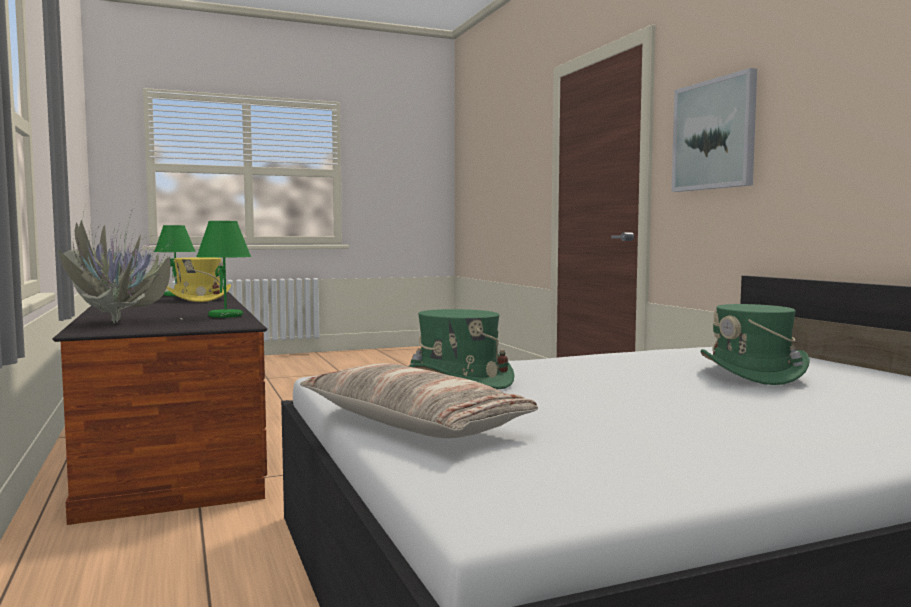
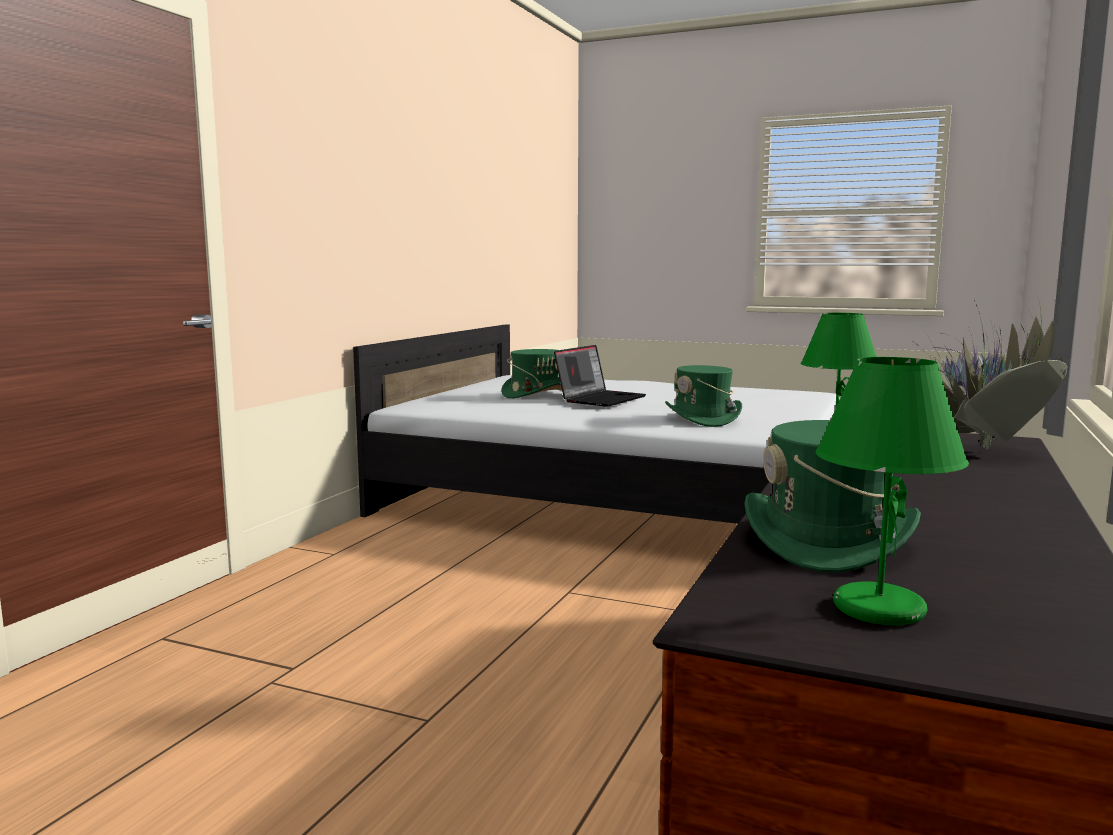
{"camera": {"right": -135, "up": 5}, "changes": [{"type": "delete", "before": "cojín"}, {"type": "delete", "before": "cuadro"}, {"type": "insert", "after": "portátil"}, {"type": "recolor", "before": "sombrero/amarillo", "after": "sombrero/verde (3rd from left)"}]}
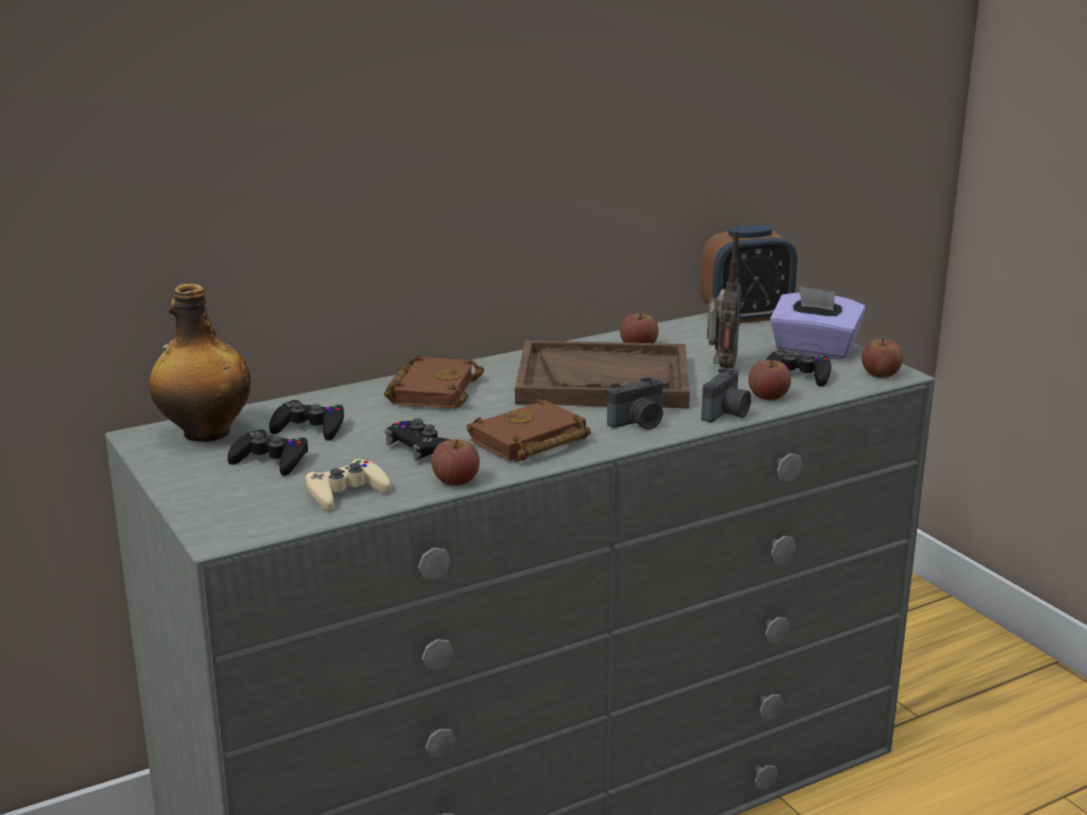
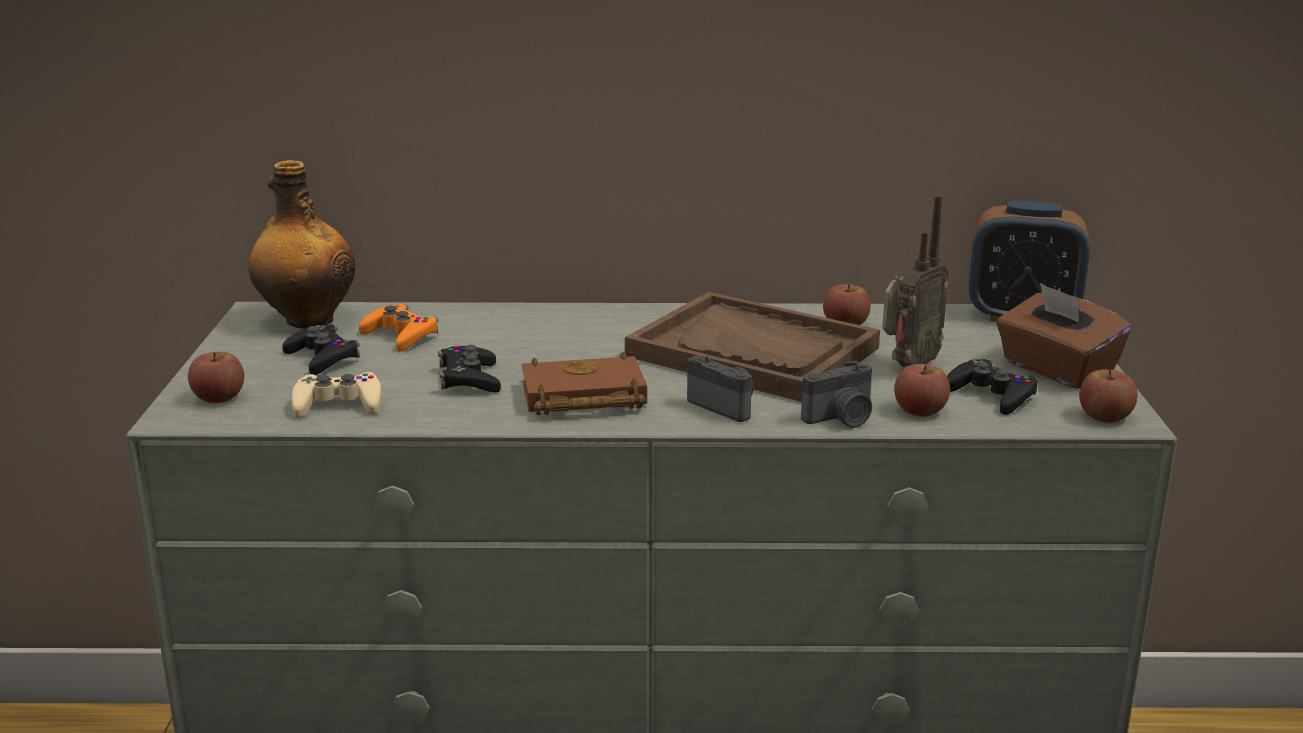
{"camera": {"right": 30, "up": 0}, "changes": [{"type": "delete", "before": "libro/marrón (1st from left)"}, {"type": "move", "before": "manzana (1st from left)"}, {"type": "recolor", "before": "mando de consola/negro (2nd from left)", "after": "mando de consola/naranja"}, {"type": "recolor", "before": "caja de pañuelos/morado", "after": "caja de pañuelos/marrón"}, {"type": "rotate", "before": "cámara (1st from left)", "turn": -135}]}
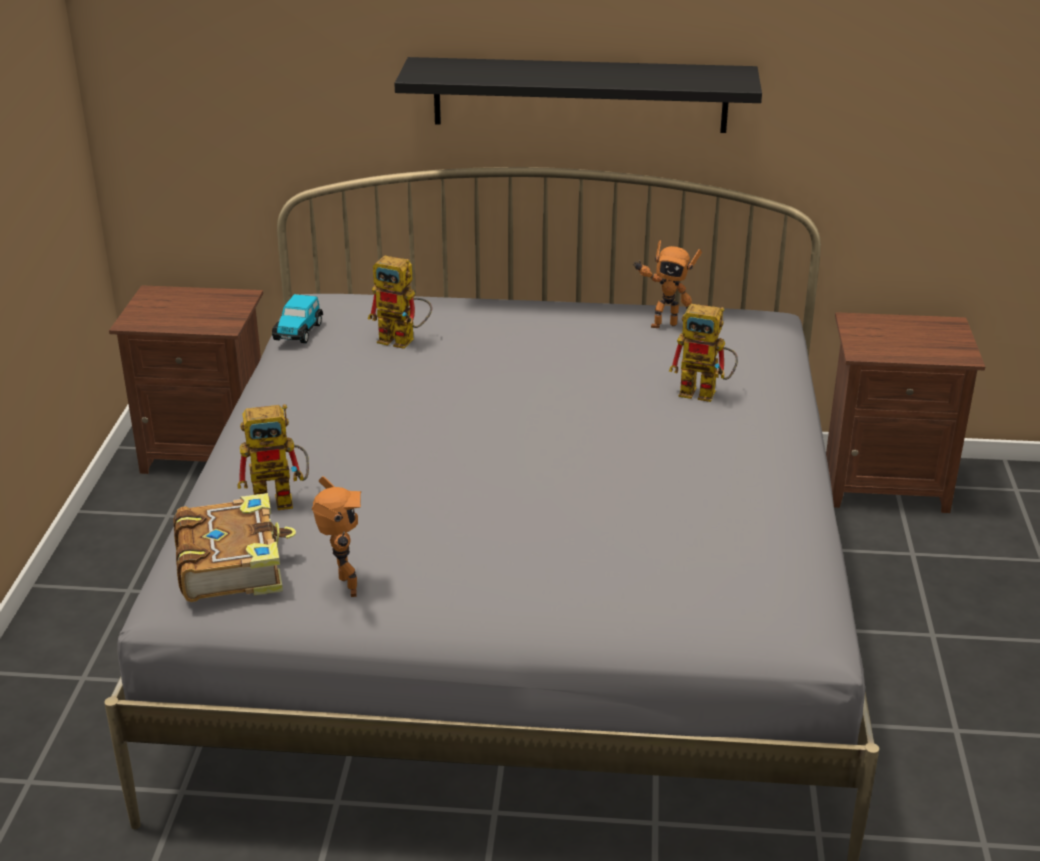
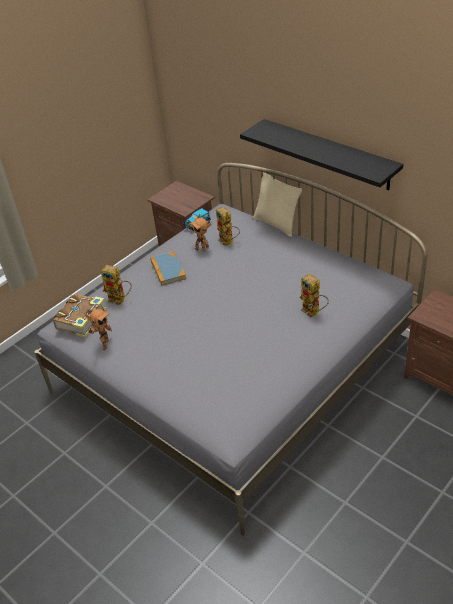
{"camera": {"right": 40, "up": 10}, "changes": [{"type": "insert", "after": "libro (2nd from left)"}, {"type": "insert", "after": "cojín/beis"}, {"type": "move", "before": "robot de juguete (4th from left in the first image)", "after": "robot de juguete (3rd from left)"}]}
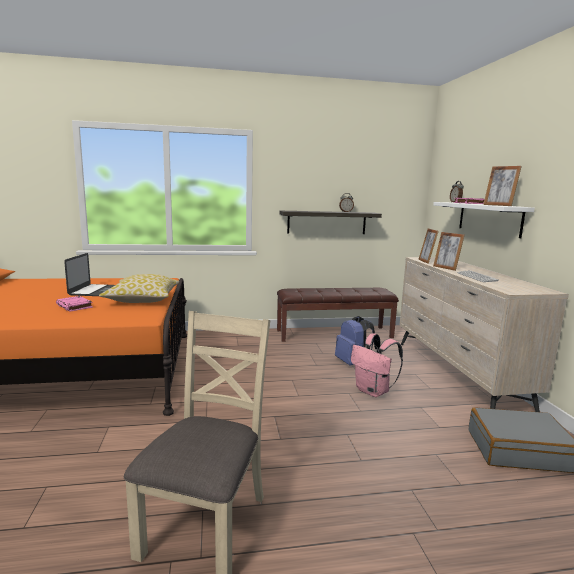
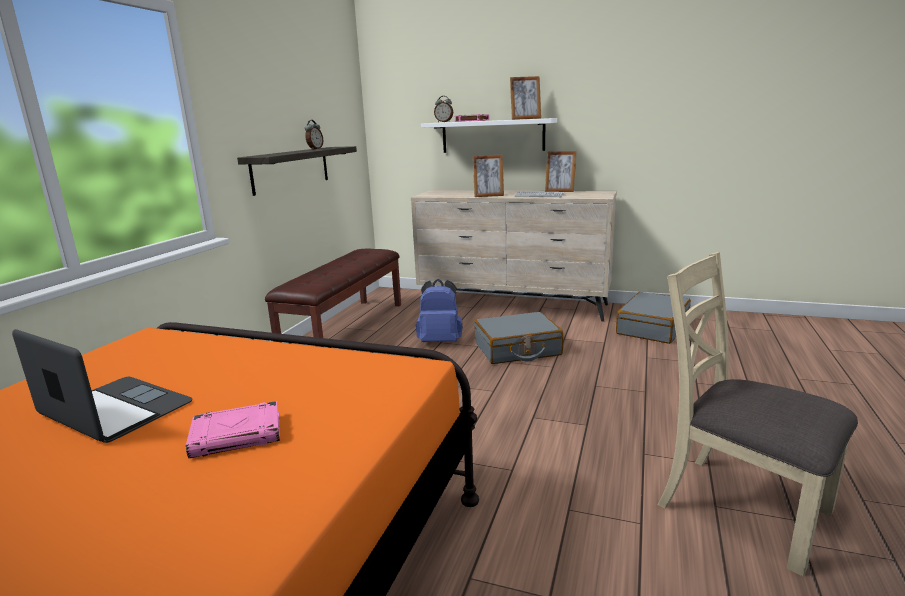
{"camera": {"right": -60, "up": 5}, "changes": [{"type": "delete", "before": "cojín"}, {"type": "move", "before": "portarretratos (1st from left in the first image)", "after": "portarretratos (3rd from left)"}, {"type": "replace", "before": "mochila/rosa", "after": "maleta/gris (1st from left)"}]}
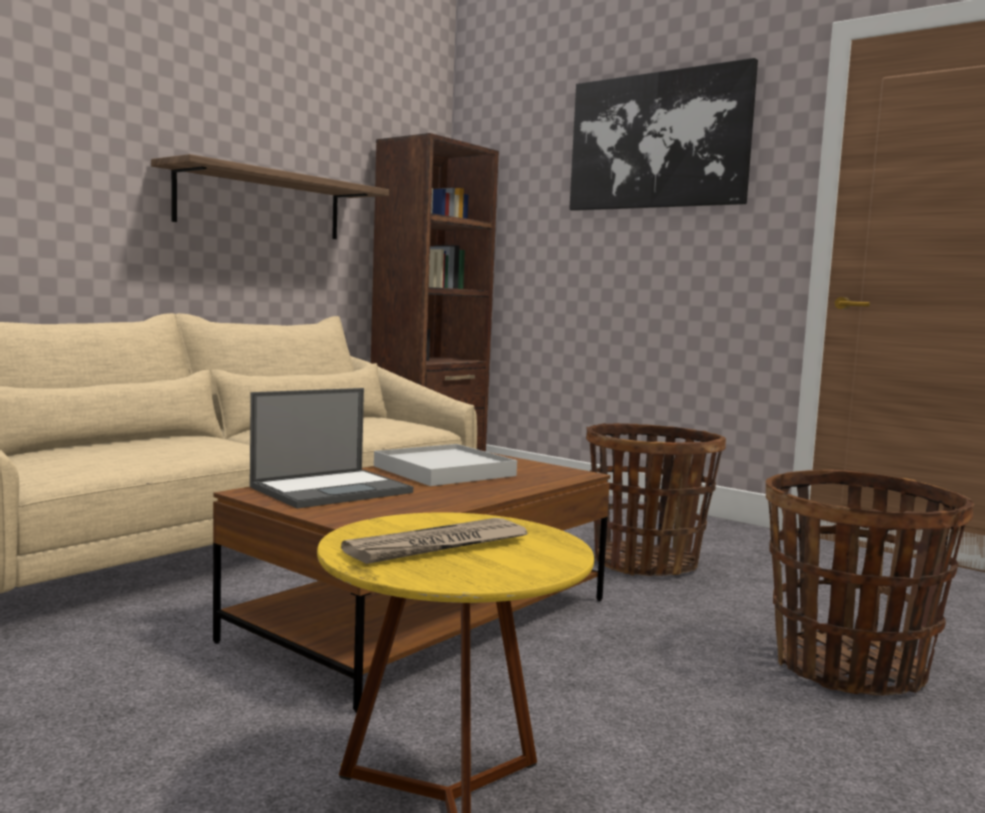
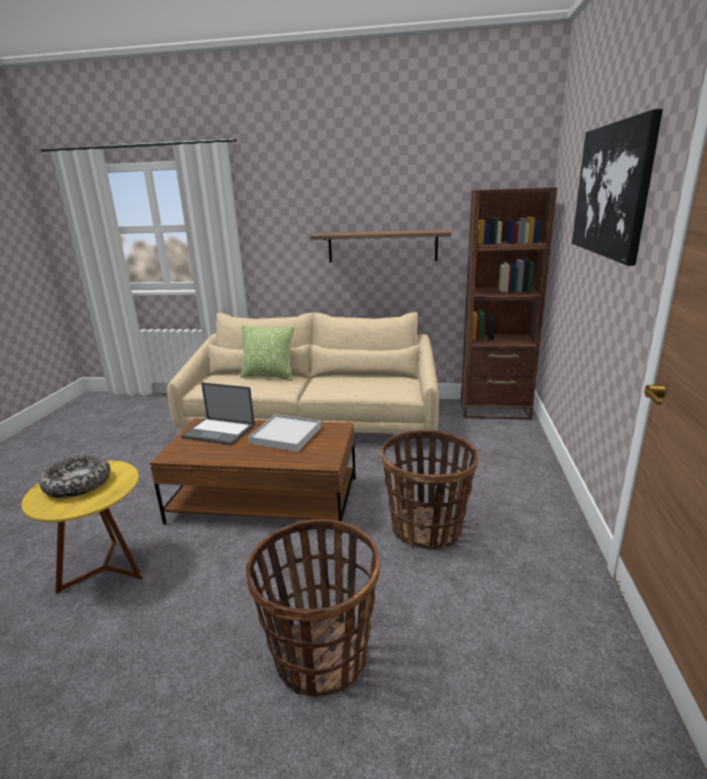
{"camera": {"right": 60, "up": 15}, "changes": [{"type": "insert", "after": "cojín"}, {"type": "replace", "before": "periódico", "after": "cuenco"}]}
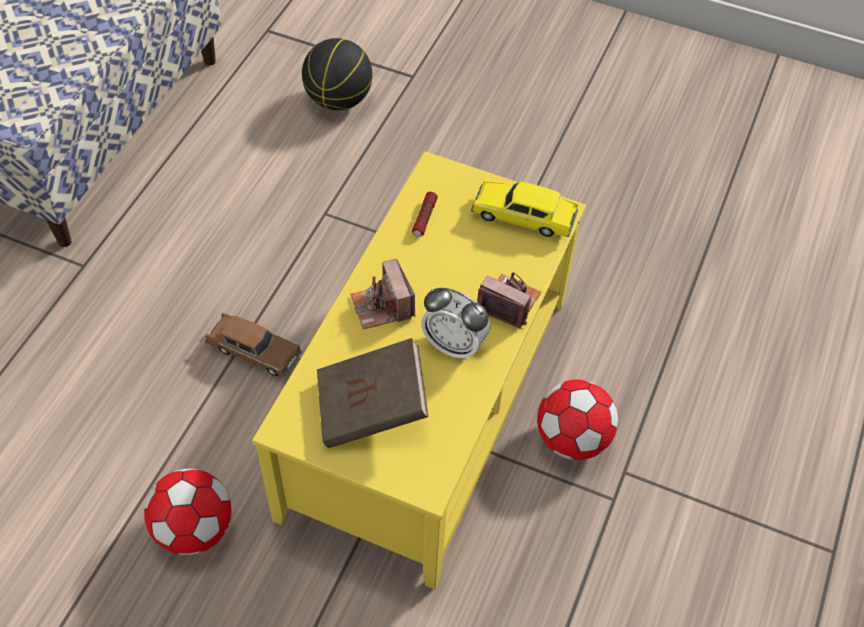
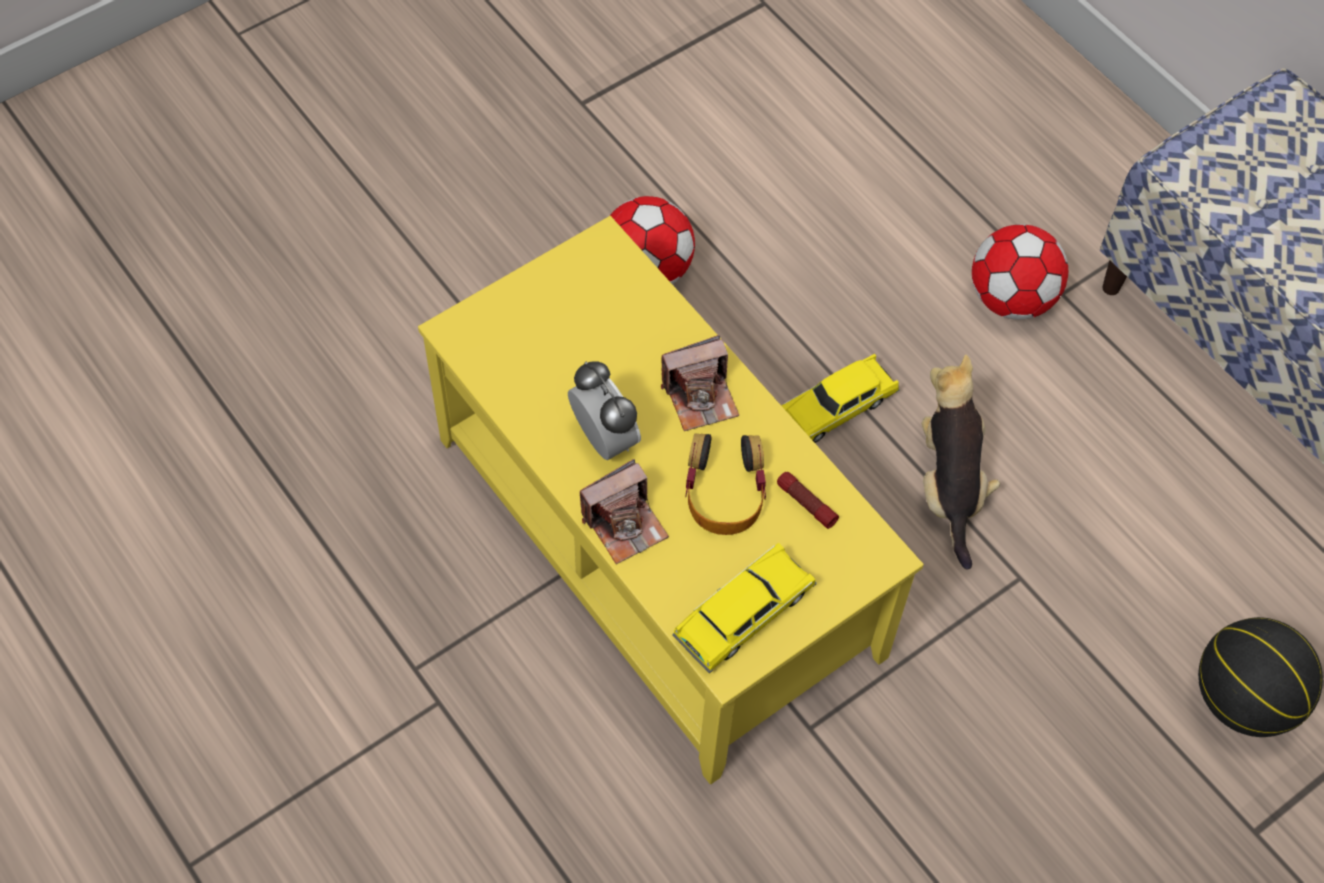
{"camera": {"right": 120, "up": 5}, "changes": [{"type": "delete", "before": "libro/marrón"}, {"type": "insert", "after": "auriculares"}, {"type": "insert", "after": "peluche"}, {"type": "move", "before": "balón de fútbol (2nd from left)"}, {"type": "recolor", "before": "coche de juguete/marrón", "after": "coche de juguete/amarillo (2nd from left)"}, {"type": "rotate", "before": "cámara (1st from left in the first image)", "turn": 150}, {"type": "rotate", "before": "despertador", "turn": 90}]}
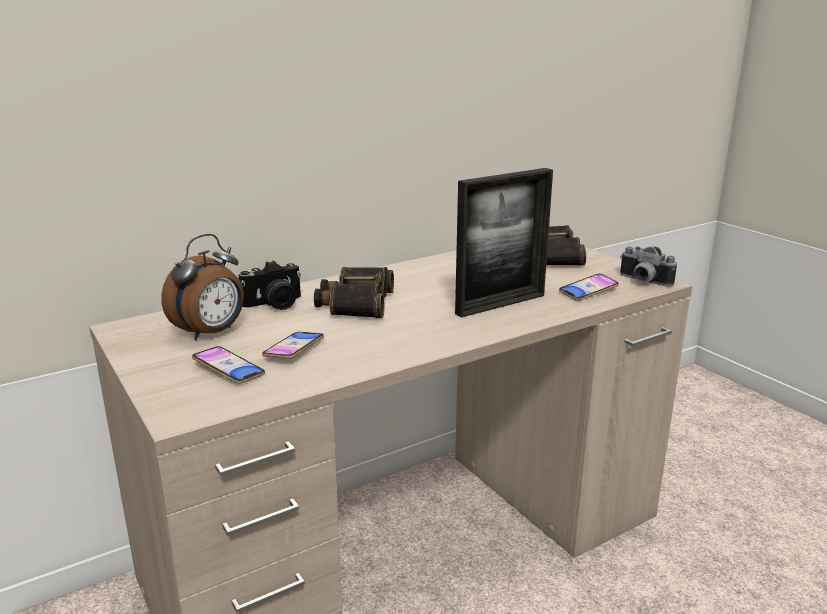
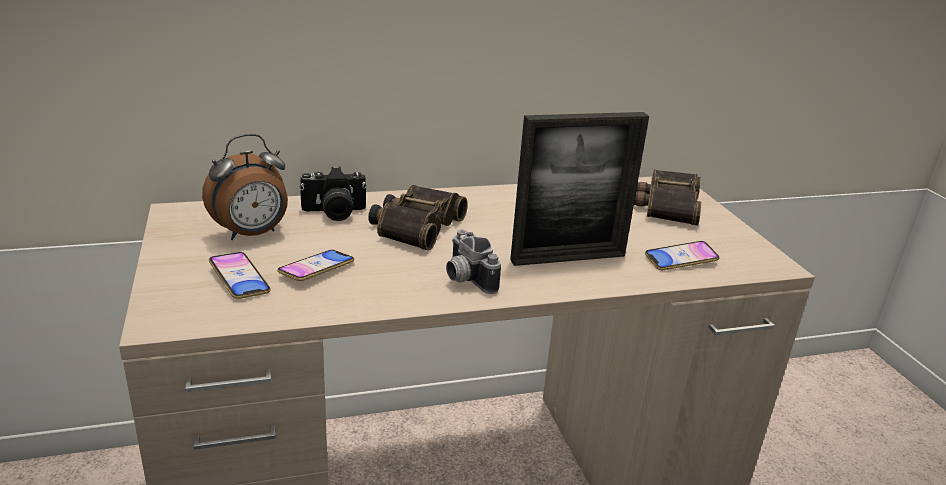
{"camera": {"right": 15, "up": 5}, "changes": [{"type": "move", "before": "cámara (2nd from left)"}]}
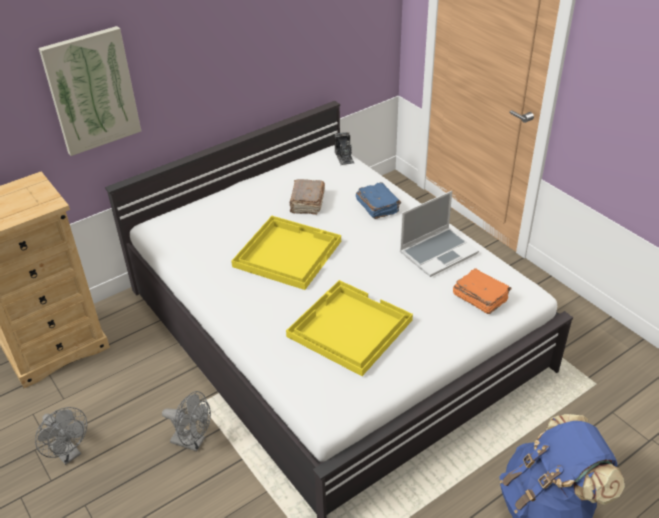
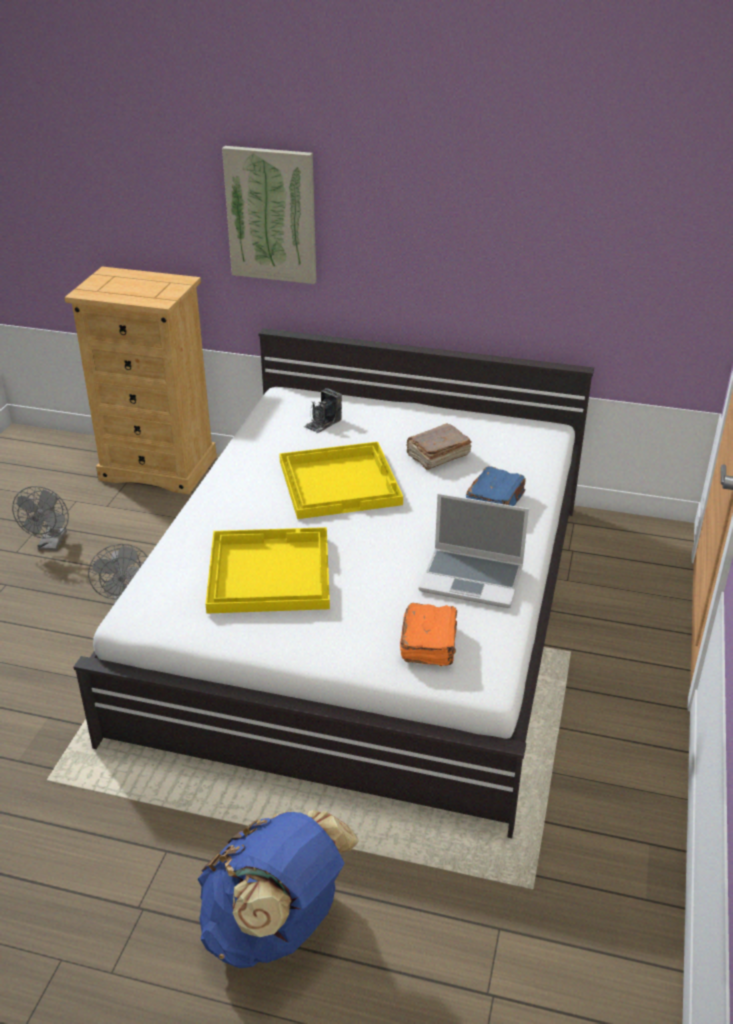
{"camera": {"right": 50, "up": -5}, "changes": [{"type": "move", "before": "cámara"}]}
